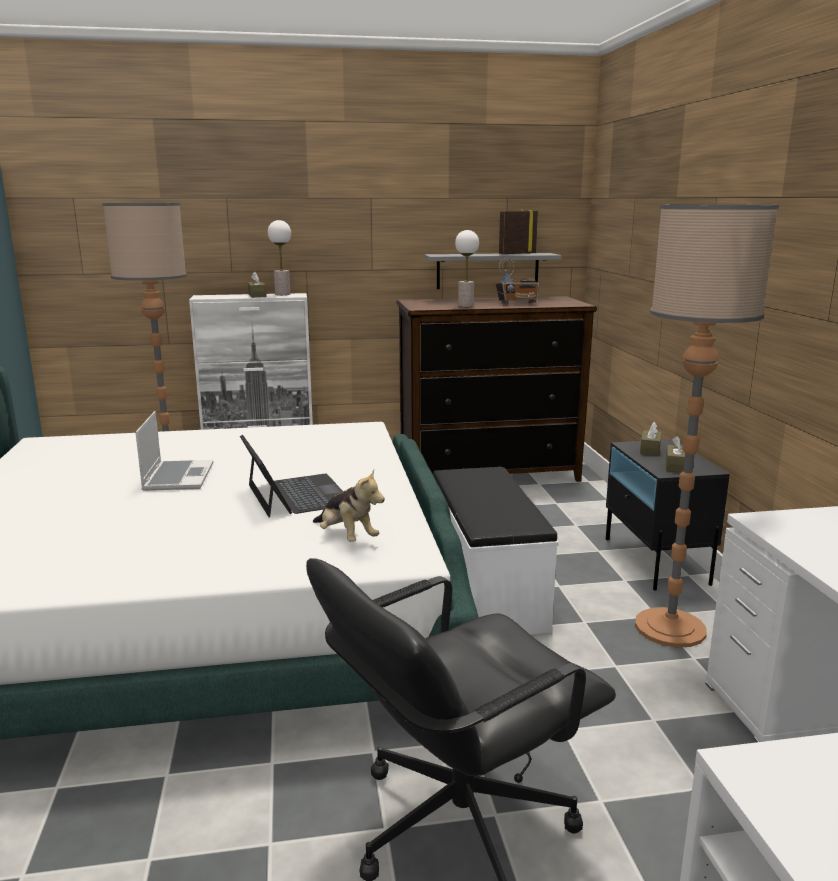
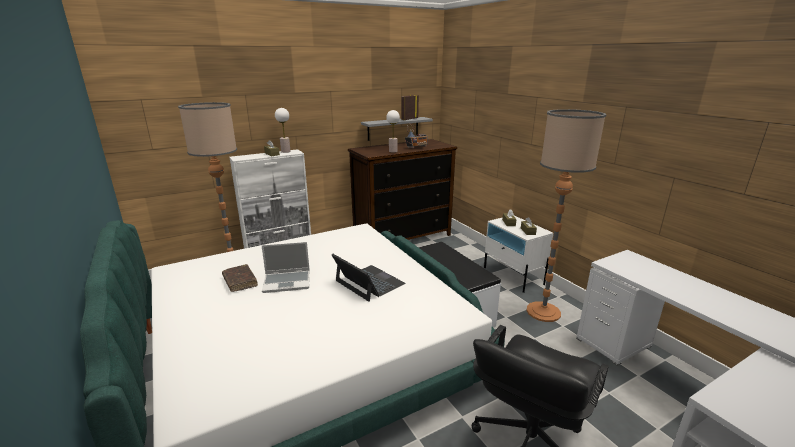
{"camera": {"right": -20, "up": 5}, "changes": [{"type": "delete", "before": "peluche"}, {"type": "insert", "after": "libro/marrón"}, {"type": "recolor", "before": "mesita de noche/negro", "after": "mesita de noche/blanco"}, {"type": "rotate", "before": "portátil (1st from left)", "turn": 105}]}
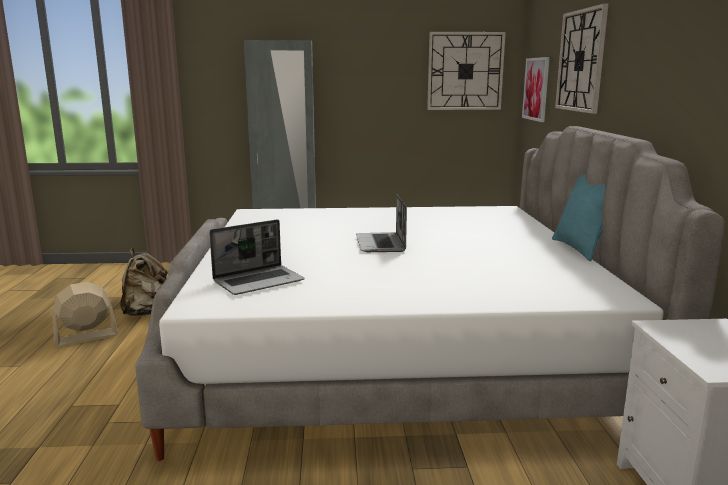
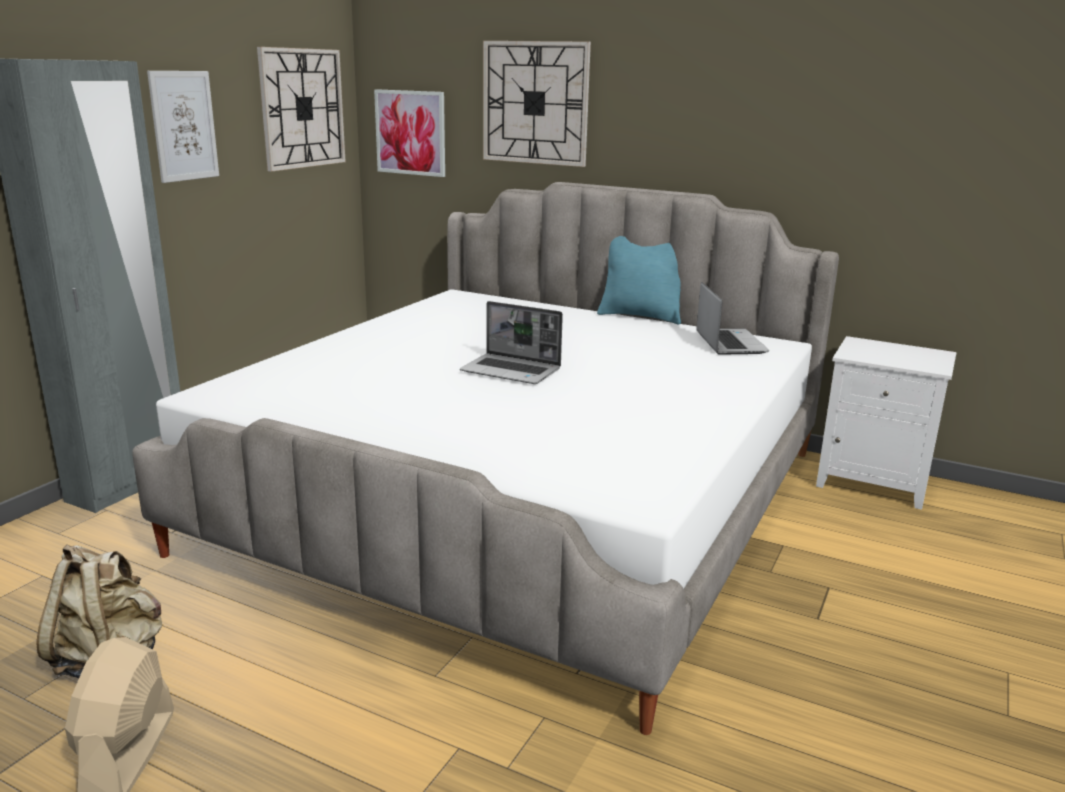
{"camera": {"right": -60, "up": 5}, "changes": [{"type": "insert", "after": "cuadro (1st from left)"}, {"type": "move", "before": "portátil (1st from left in the first image)", "after": "portátil (2nd from left)"}]}
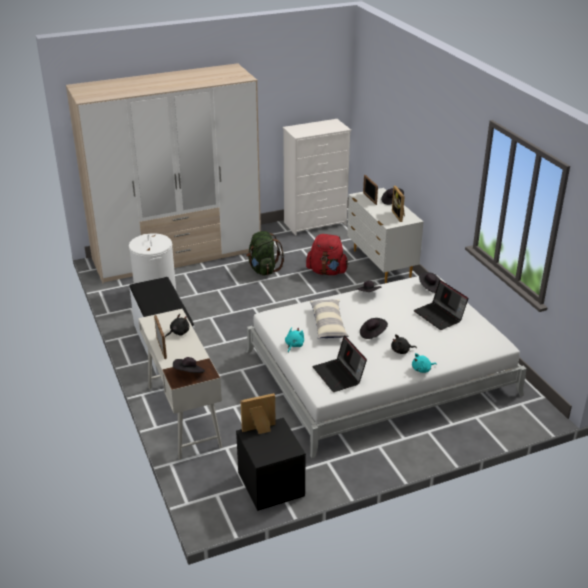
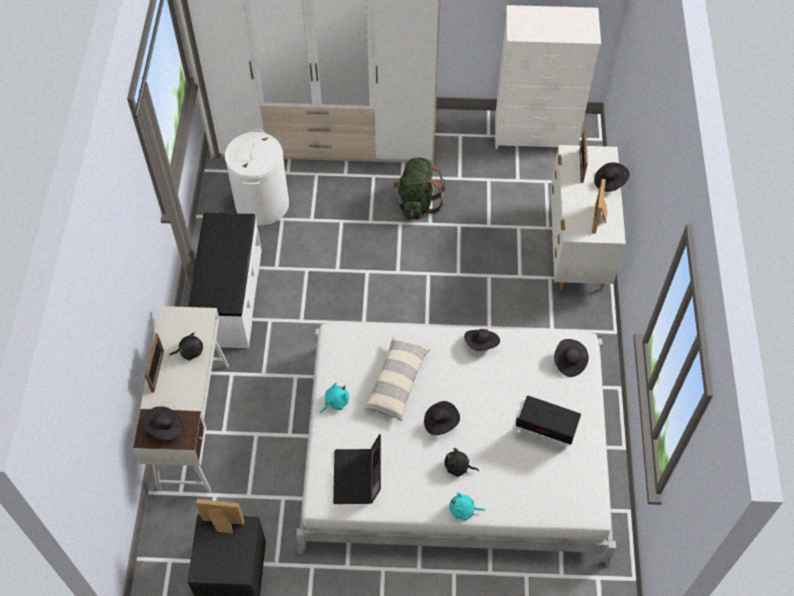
{"camera": {"right": 25, "up": 25}, "changes": [{"type": "delete", "before": "mochila/rojo"}, {"type": "rotate", "before": "portátil (2nd from left)", "turn": 120}]}
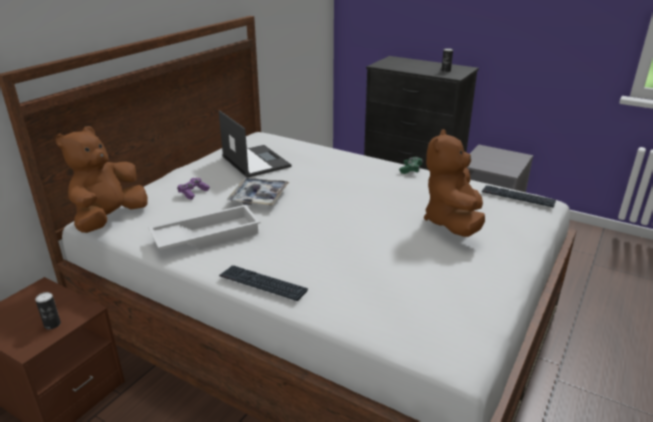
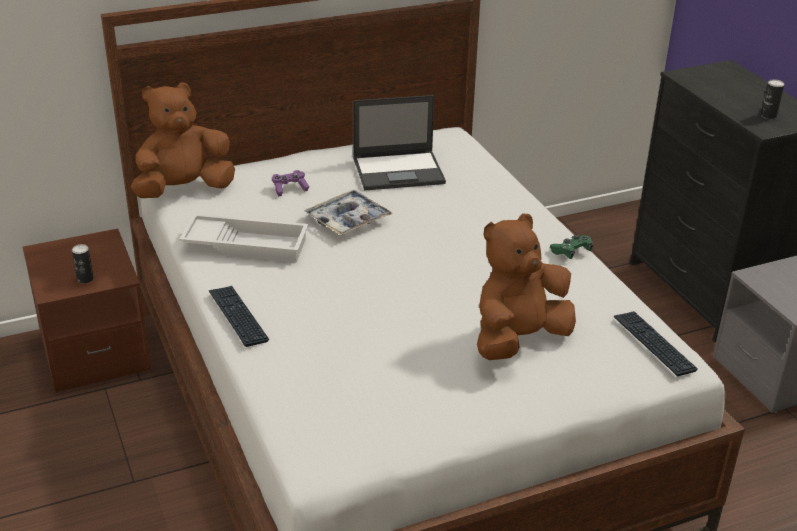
{"camera": {"right": 35, "up": 5}, "changes": [{"type": "rotate", "before": "portátil", "turn": 75}]}
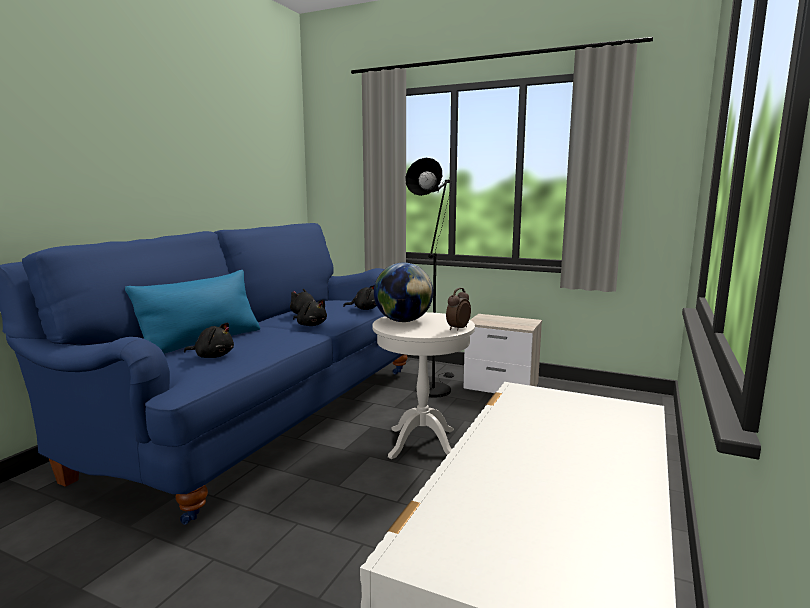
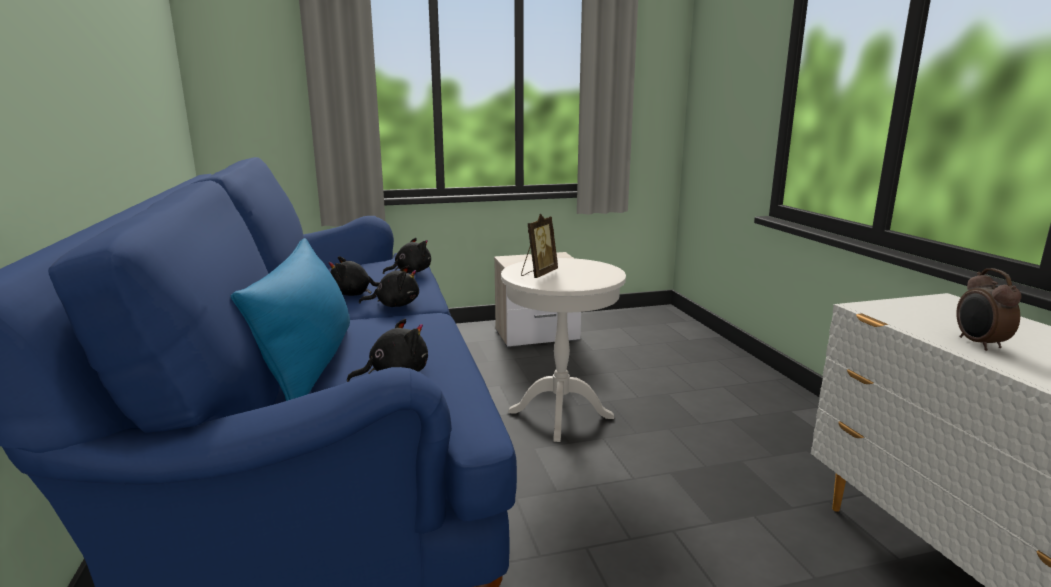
{"camera": {"right": -40, "up": 5}, "changes": [{"type": "delete", "before": "lámpara de pie/negro"}, {"type": "move", "before": "despertador"}, {"type": "replace", "before": "globo terráqueo", "after": "portarretratos"}]}
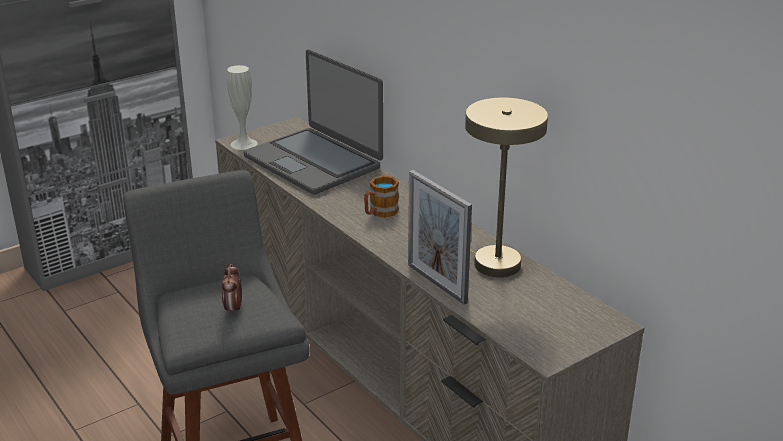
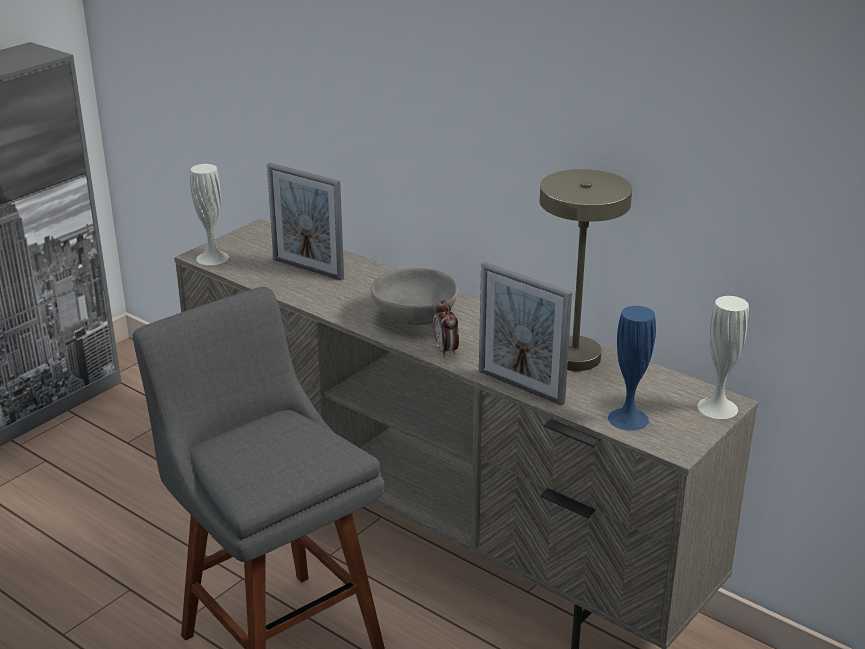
{"camera": {"right": -15, "up": 0}, "changes": [{"type": "insert", "after": "florero/azul"}, {"type": "insert", "after": "florero/blanco (2nd from left)"}, {"type": "move", "before": "despertador"}, {"type": "replace", "before": "portátil", "after": "portarretratos (1st from left)"}, {"type": "replace", "before": "taza grande", "after": "cuenco/gris"}]}
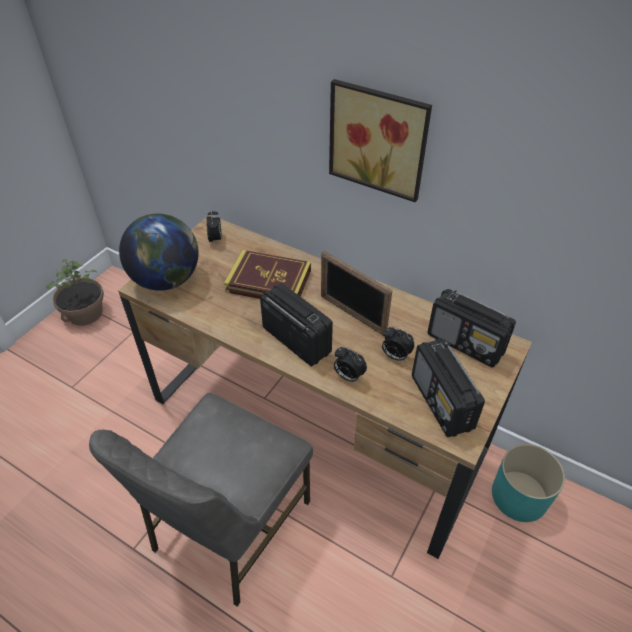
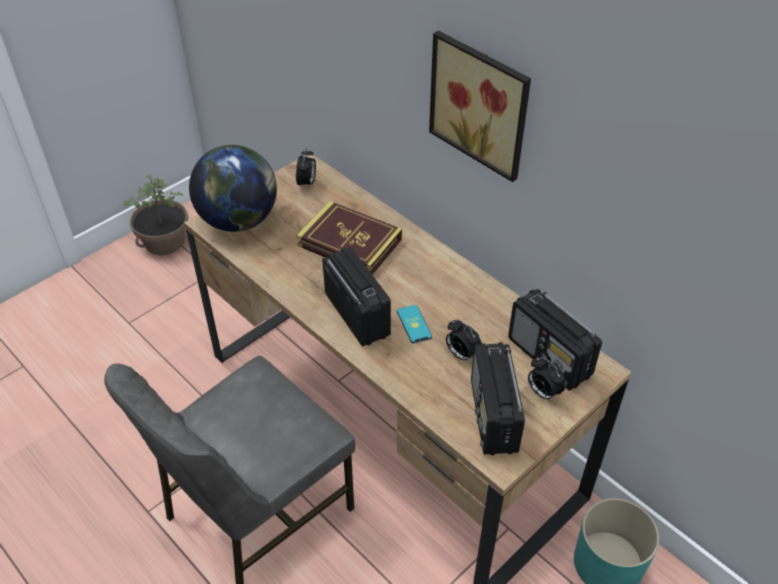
{"camera": {"right": 15, "up": 0}, "changes": [{"type": "delete", "before": "portarretratos"}, {"type": "insert", "after": "móvil"}, {"type": "move", "before": "despertador (2nd from left in the first image)", "after": "despertador (3rd from left)"}]}
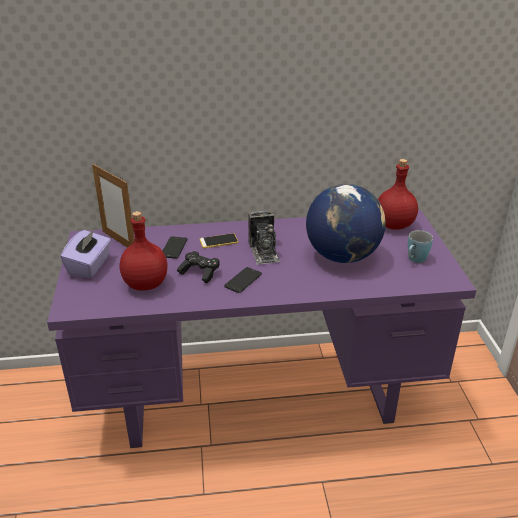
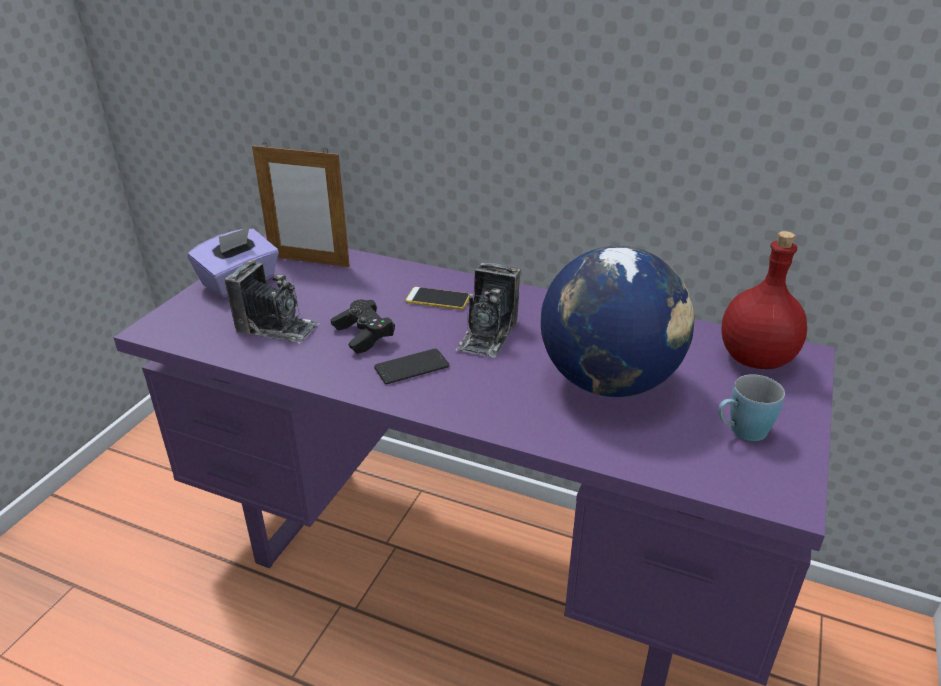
{"camera": {"right": 30, "up": 0}, "changes": [{"type": "delete", "before": "móvil (1st from left)"}, {"type": "replace", "before": "botella/rojo (1st from left)", "after": "cámara (1st from left)"}, {"type": "rotate", "before": "portarretratos", "turn": -60}]}
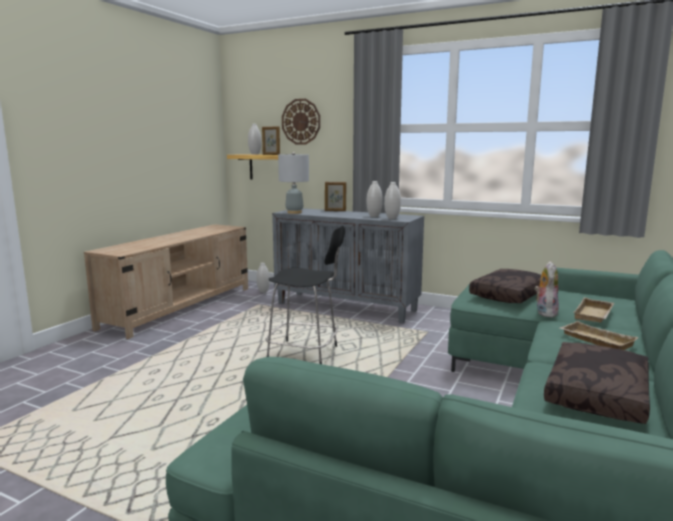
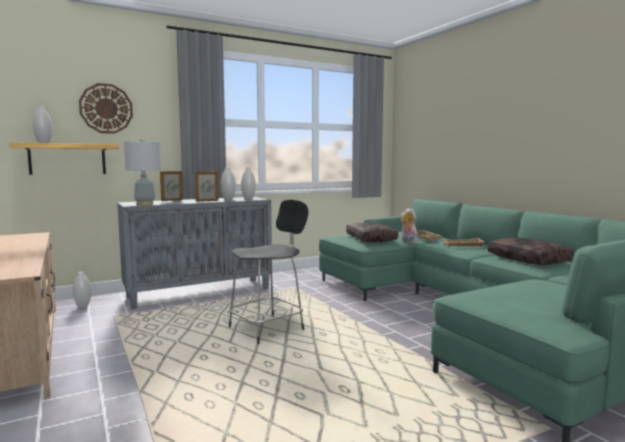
{"camera": {"right": -55, "up": -5}, "changes": [{"type": "move", "before": "portarretratos (1st from left in the first image)", "after": "portarretratos (2nd from left)"}]}
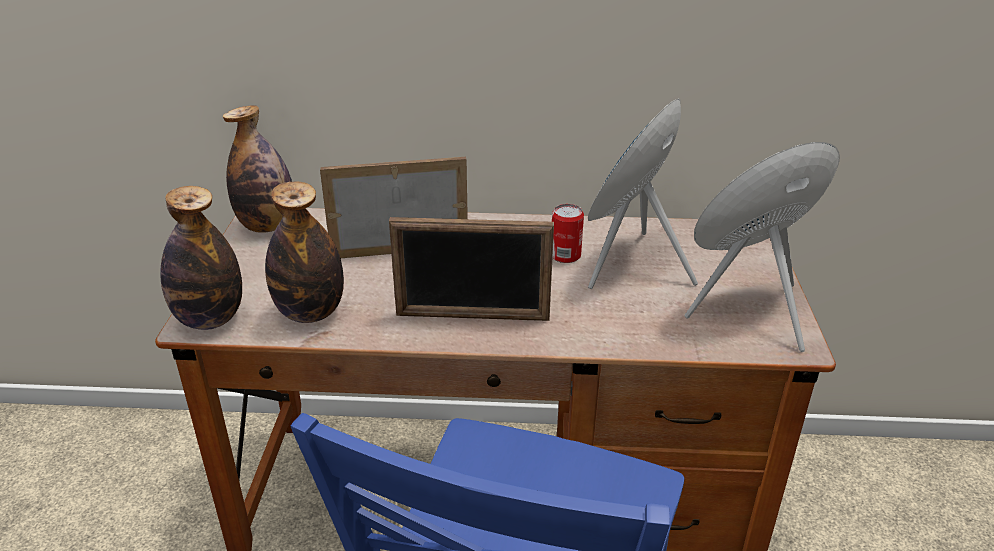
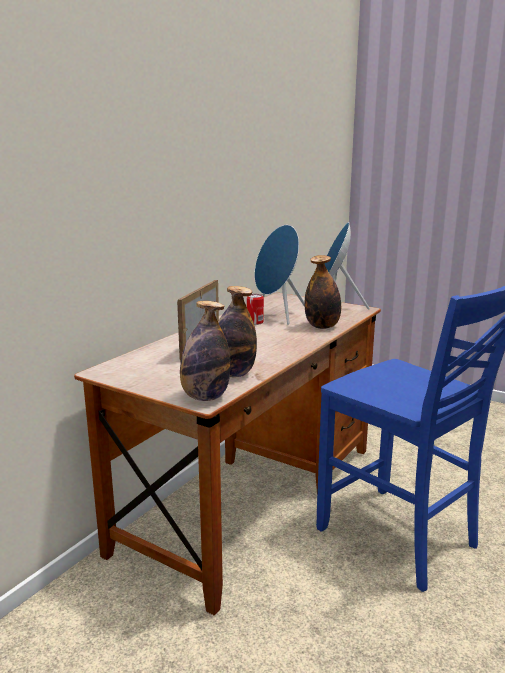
{"camera": {"right": -60, "up": -15}, "changes": [{"type": "delete", "before": "portarretratos (2nd from left)"}, {"type": "move", "before": "botella (2nd from left in the first image)", "after": "botella (3rd from left)"}]}
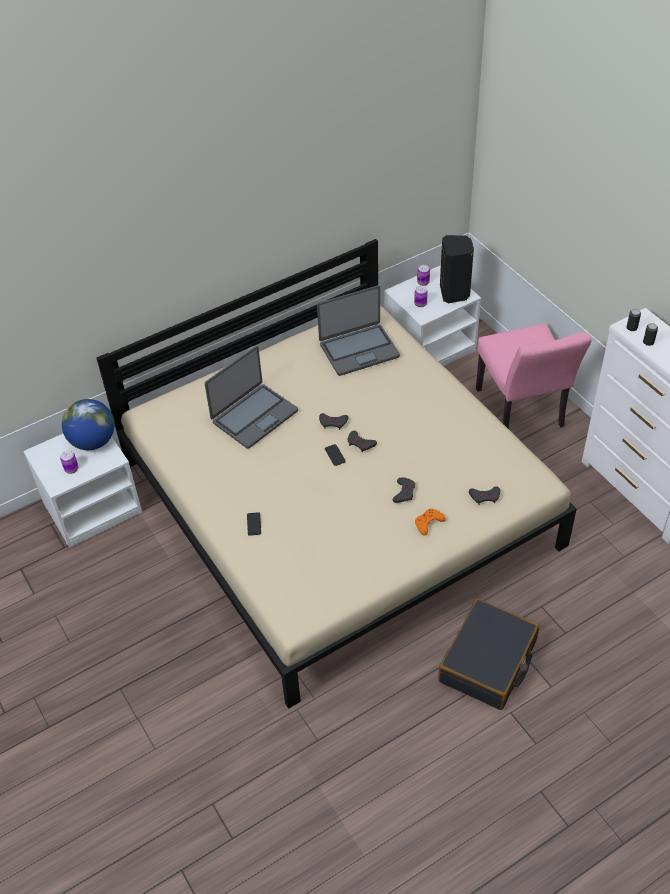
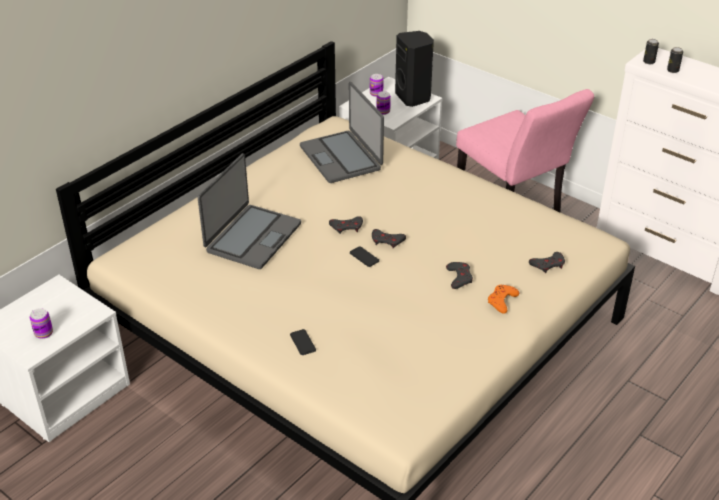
{"camera": {"right": -20, "up": -10}, "changes": [{"type": "delete", "before": "globo terráqueo"}, {"type": "delete", "before": "maleta/negro"}, {"type": "rotate", "before": "portátil (2nd from left)", "turn": 105}]}
